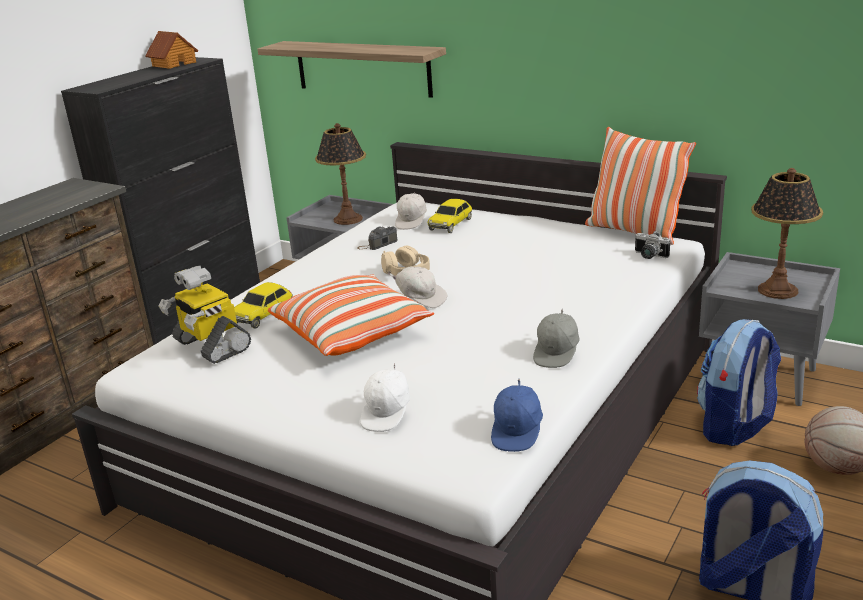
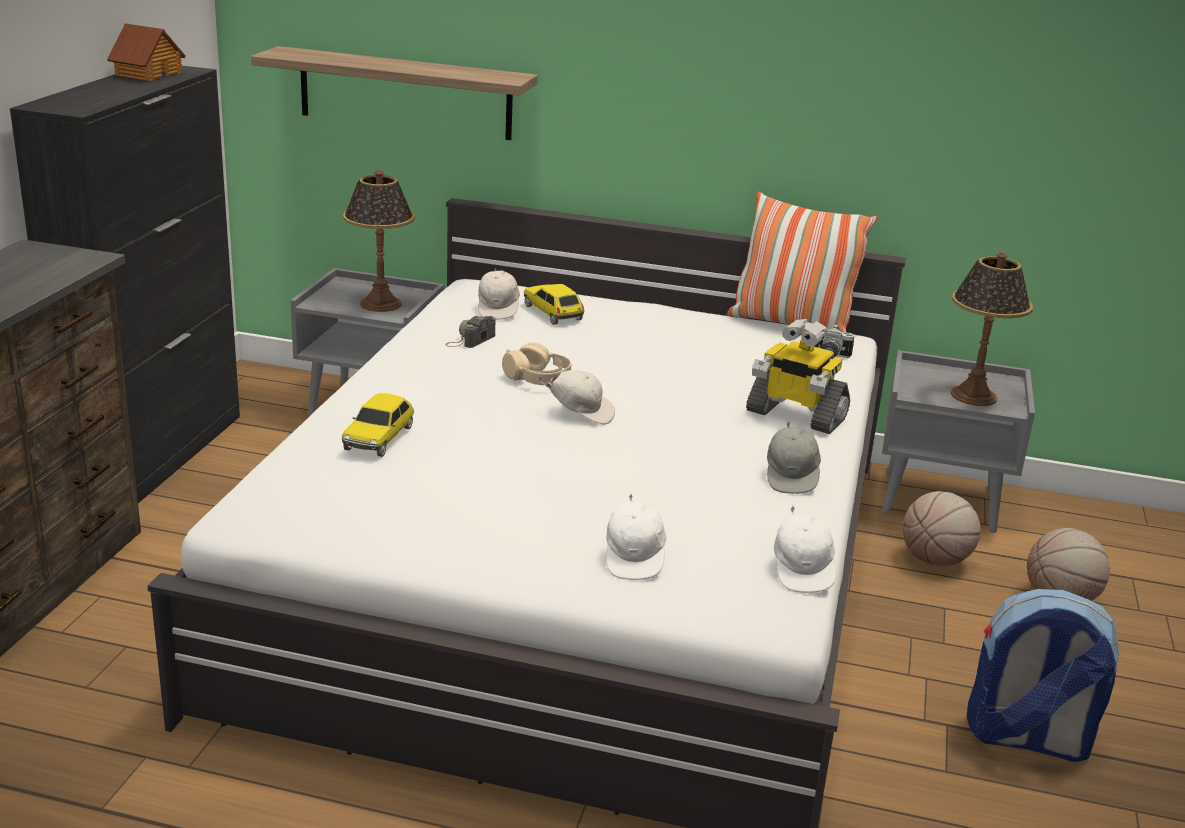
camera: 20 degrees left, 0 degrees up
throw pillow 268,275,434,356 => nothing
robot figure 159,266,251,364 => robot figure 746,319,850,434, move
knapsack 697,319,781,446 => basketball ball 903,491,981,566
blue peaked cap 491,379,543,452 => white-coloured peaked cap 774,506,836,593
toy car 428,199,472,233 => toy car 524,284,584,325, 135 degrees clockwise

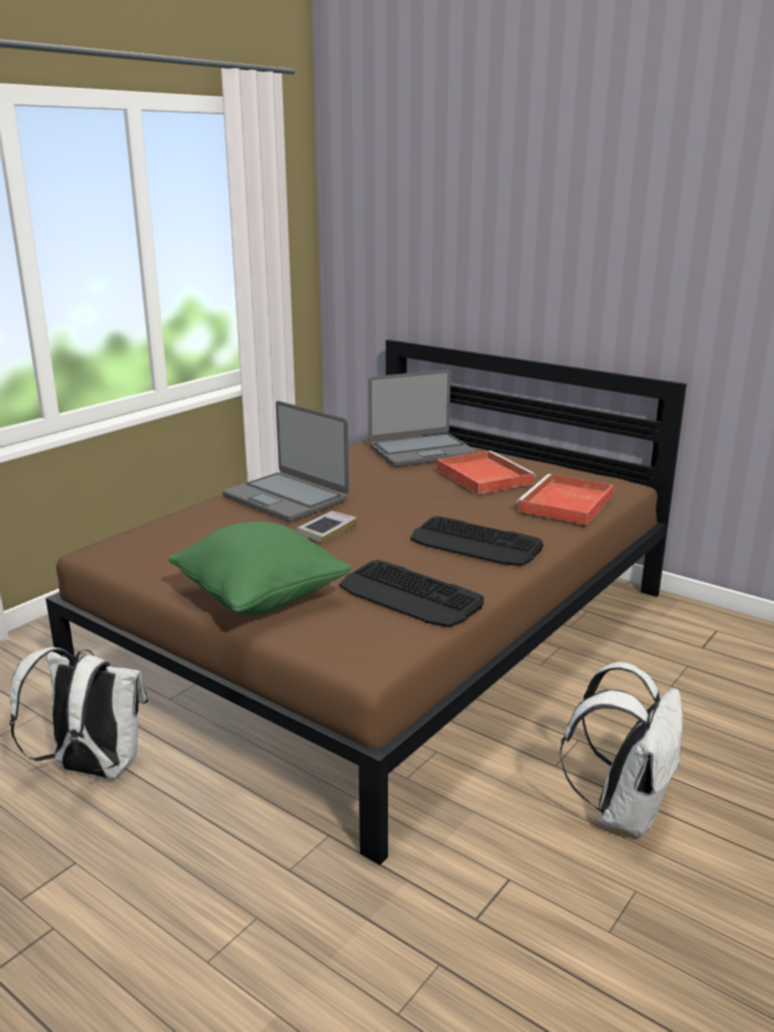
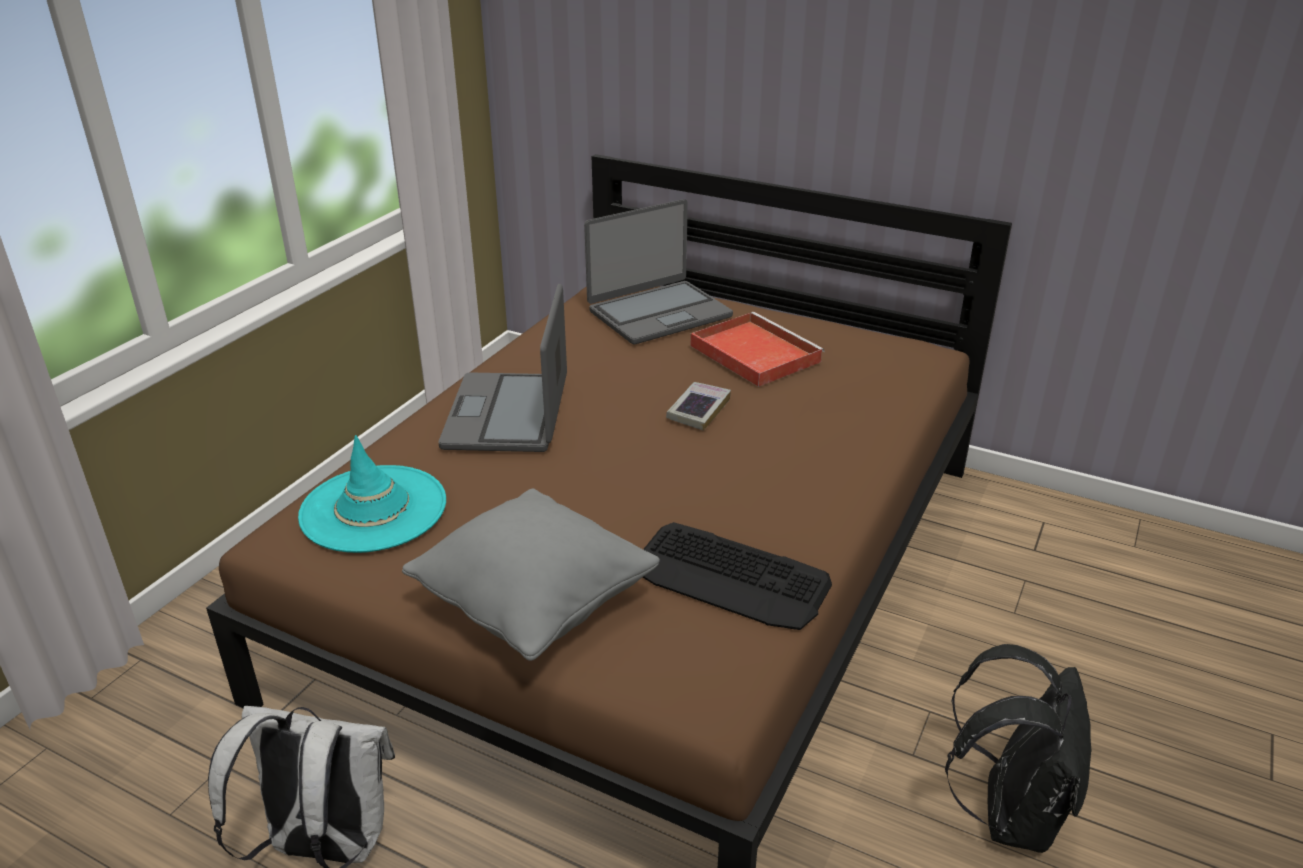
camera: 10 degrees left, 10 degrees up
keyboard 410,516,544,566 => nothing
red-coloured serving tray 516,474,614,525 => nothing
nothing => turquoise clothing hat 298,435,446,553
volume 297,511,357,543 => volume 666,382,731,431, move
green throw pillow 169,521,351,615 => greyish throw pillow 402,488,660,661
white-coloured knapsack 560,662,683,837 => black-coloured knapsack 945,644,1091,853
notebook computer 223,401,349,522 => notebook computer 438,284,567,452, 60 degrees clockwise

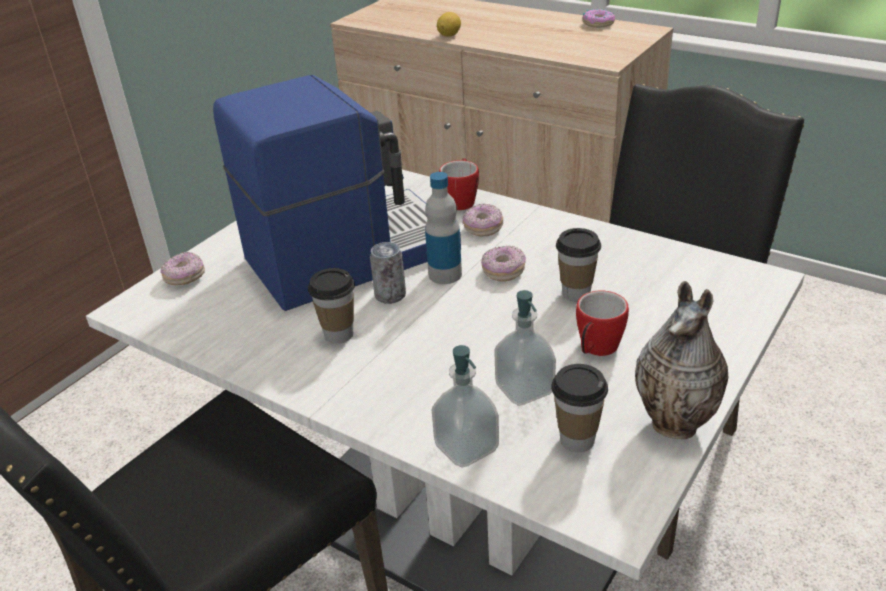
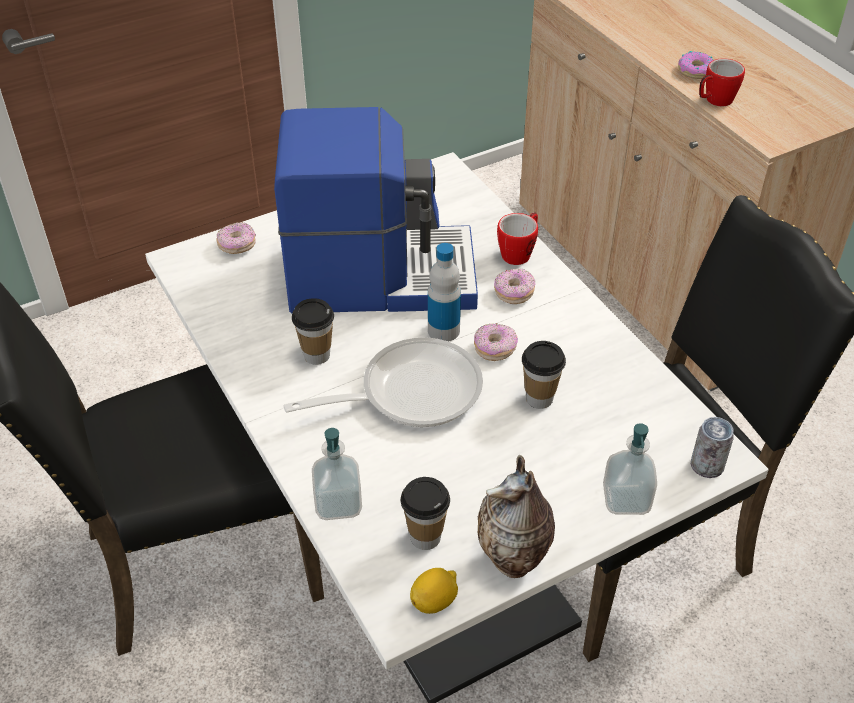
camera: 25 degrees right, 10 degrees up
nothing => pan 283,337,483,427
metal can 370,242,406,304 => metal can 691,417,734,478, move
whole lemon 437,12,461,37 => whole lemon 410,568,458,614, move
soap bottle 494,290,556,406 => soap bottle 603,423,657,515, move
mug 576,291,629,356 => mug 699,58,745,106, move
ring doughnut 582,9,615,28 => ring doughnut 678,51,713,79, move

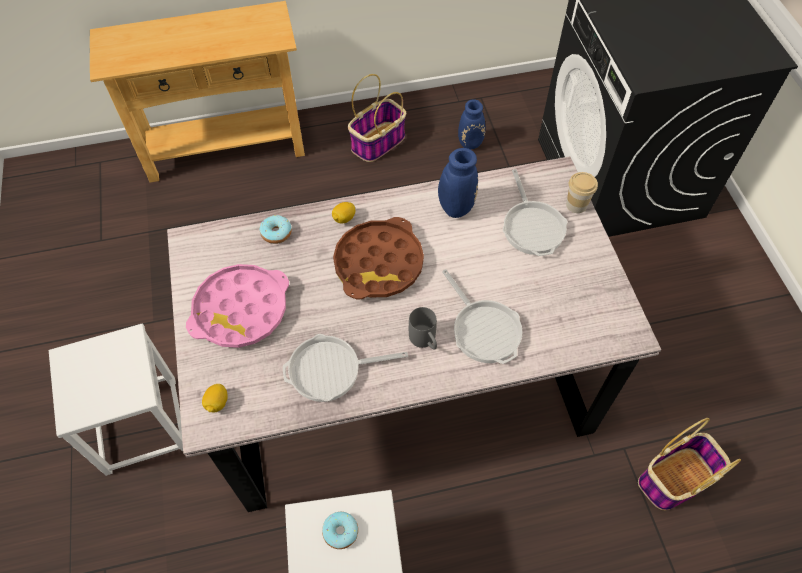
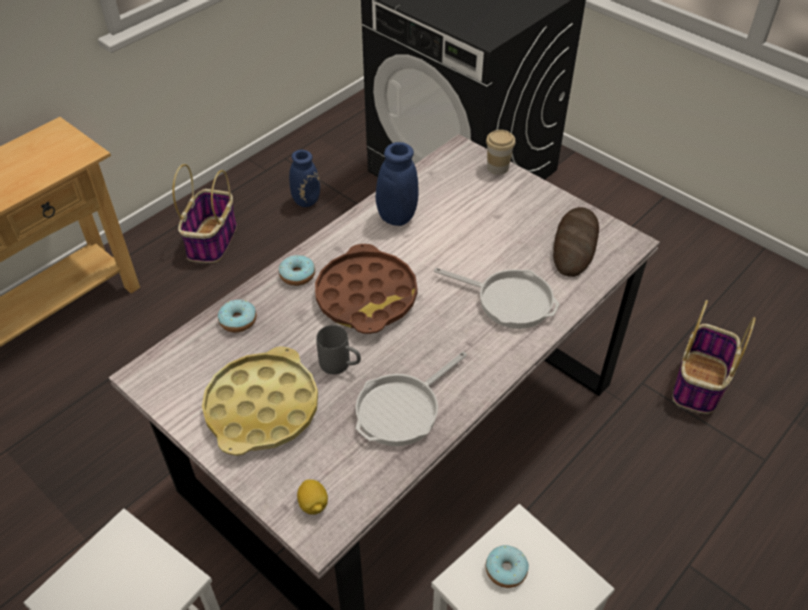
camera: 35 degrees left, 10 degrees down
pan 503,169,568,256 => nothing
nothing => baked bread 553,207,599,277
greyish mug 409,307,437,350 => greyish mug 316,325,361,374, move
whole lemon 332,202,355,223 => ring doughnut 279,255,315,286
pinkish serving tray 186,264,289,348 => yellow serving tray 202,346,318,456

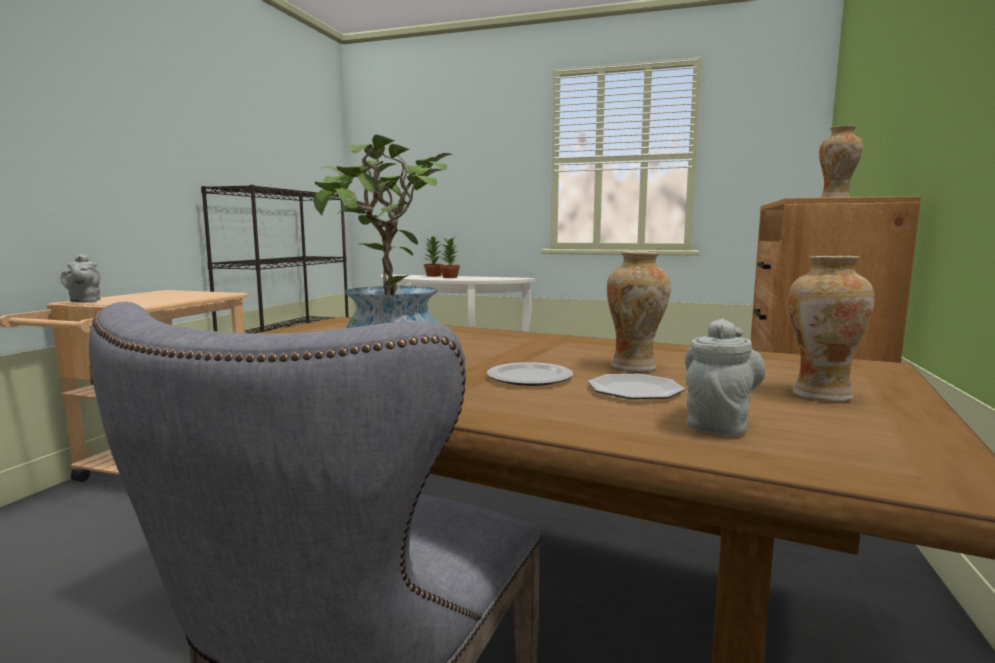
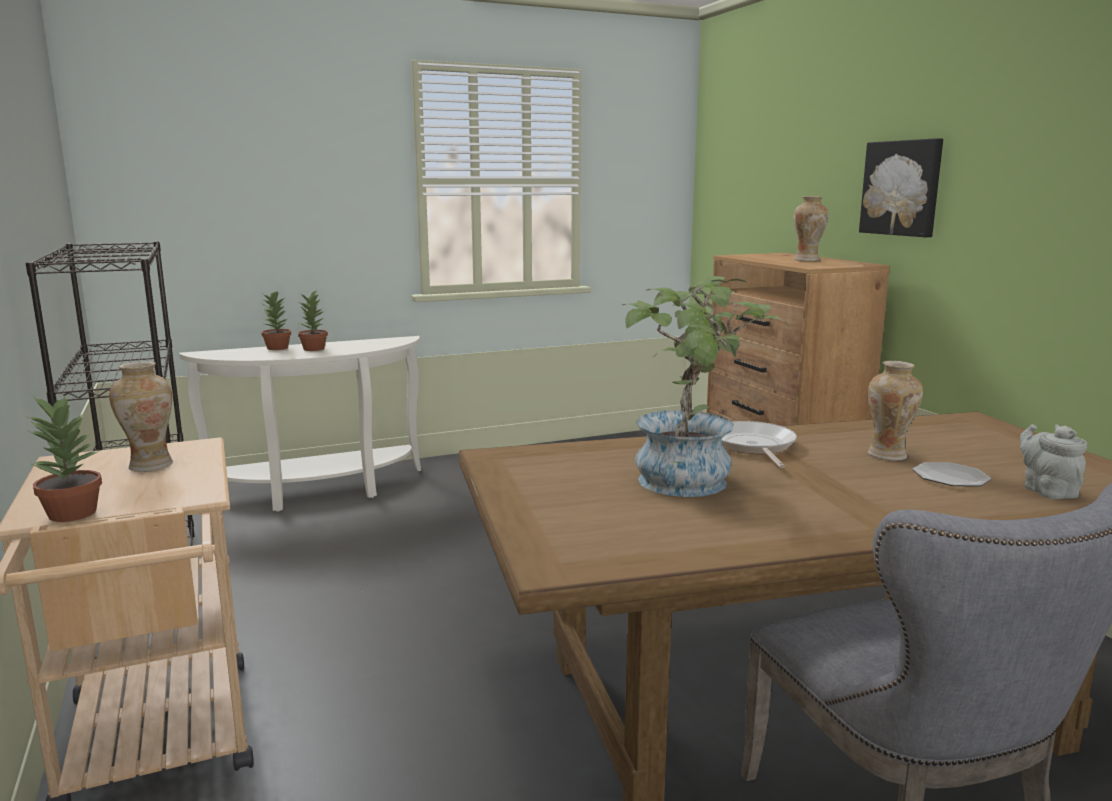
camera: 40 degrees left, 5 degrees up
dinner plate 487,362,573,386 => nothing
nothing => pan 722,421,797,468
nothing => wall art 859,138,943,237
flower vase 788,256,875,402 => flower vase 109,361,173,472, move
greyish pot for tea 60,254,101,303 => plant in a pot 25,396,102,522

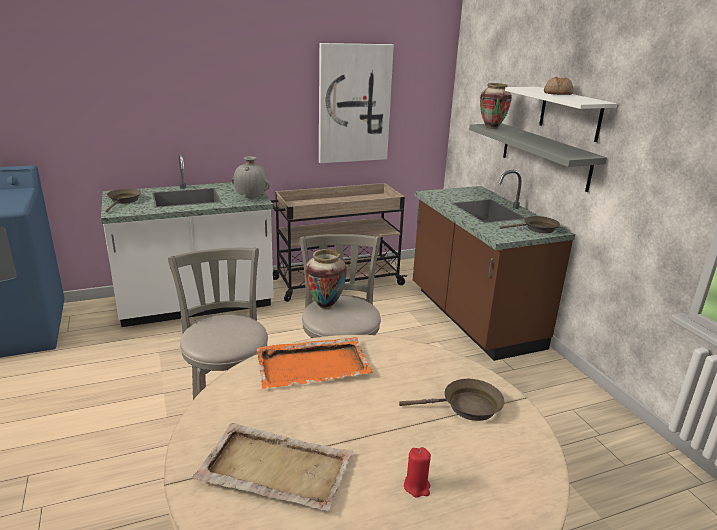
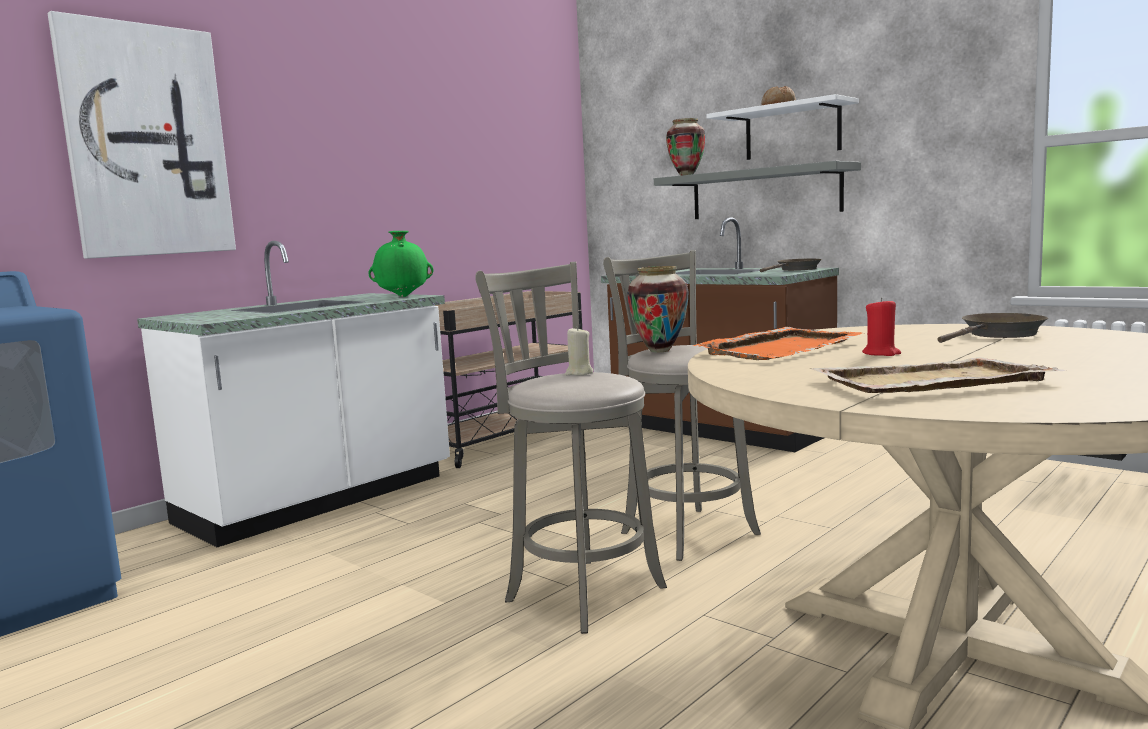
camera: 25 degrees left, 15 degrees down
brownish pan 105,188,142,212 => nothing
nothing => beige wax candle 565,326,594,375
wall art 319,43,394,163 => wall art 47,11,236,259, move
red-coloured wax candle 404,447,431,498 => red-coloured wax candle 862,297,901,356, move
greyish flower vase 232,156,270,199 => green flower vase 369,231,433,297

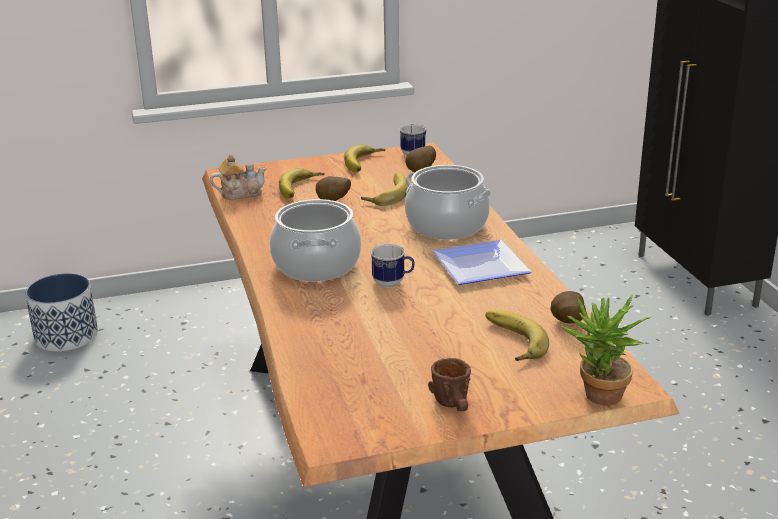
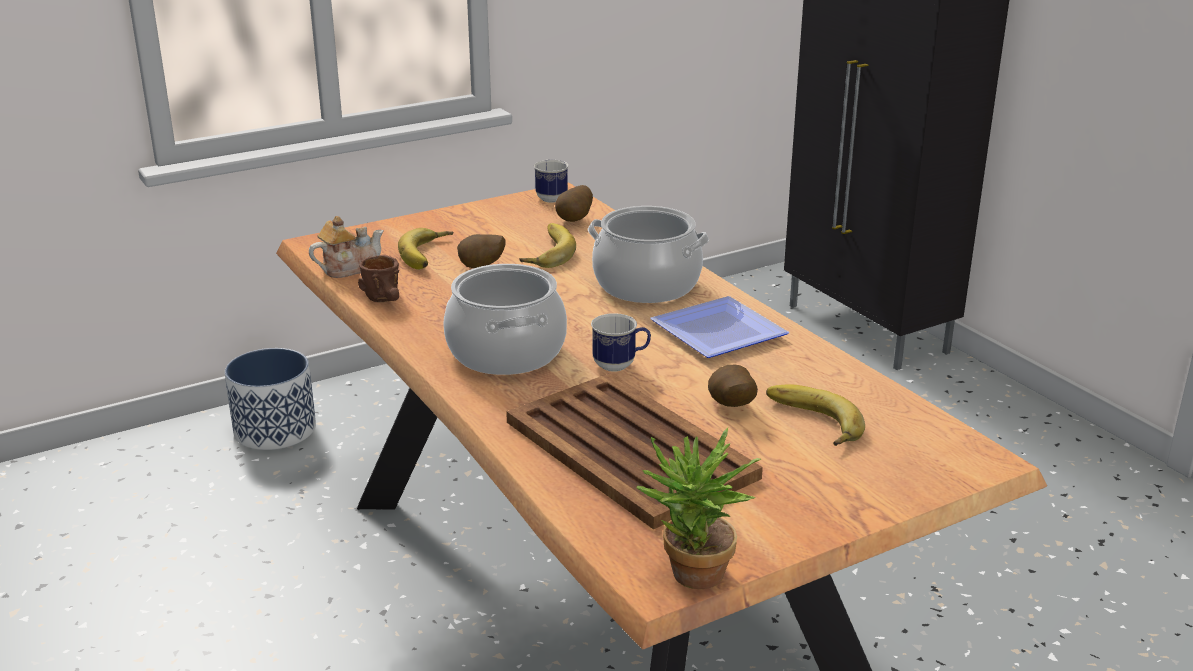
camera: 15 degrees left, 0 degrees up
banana fruit 344,145,385,173 => nothing
nothing => brownish serving tray 506,373,763,529
planter 25,273,98,352 => planter 225,348,316,450, move
brownish mug 428,358,471,411 => brownish mug 358,255,399,302, move
spud 551,291,586,324 => spud 708,365,758,407, move
plant in a pot 562,294,651,406 => plant in a pot 637,428,761,589, move

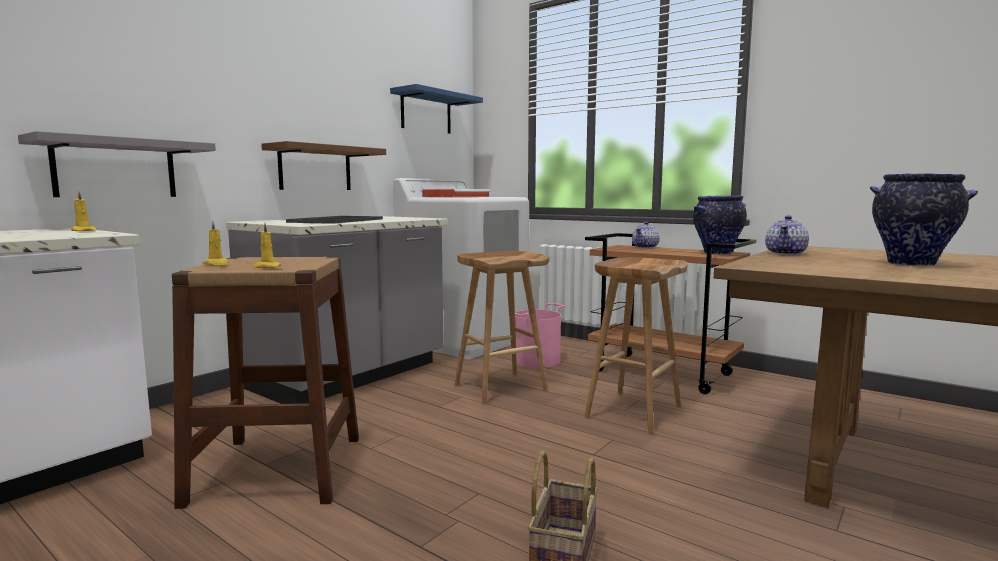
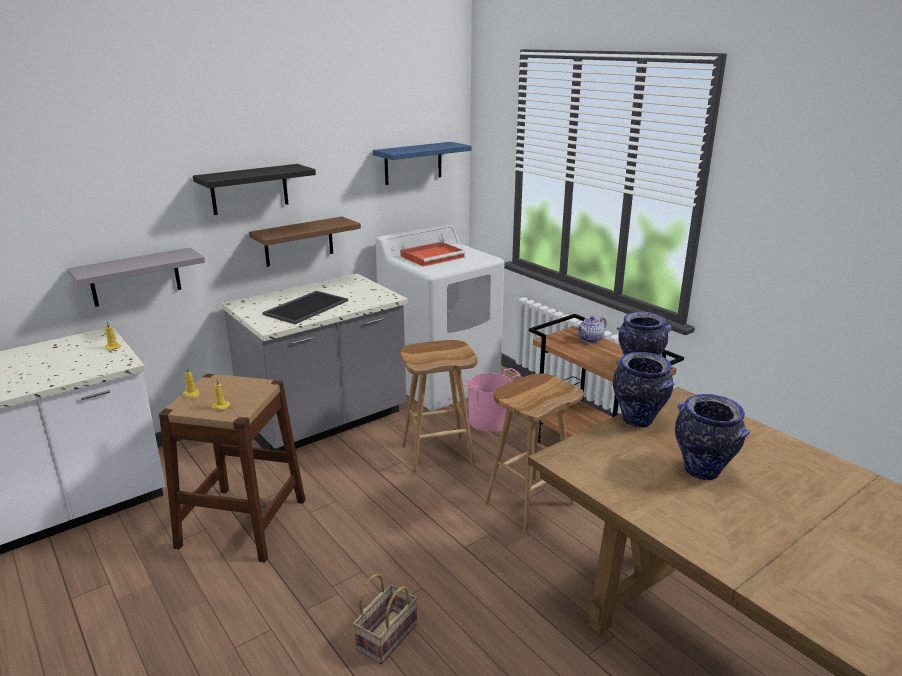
camera: 15 degrees right, 15 degrees up
nothing => black-coloured wall shelf 193,164,316,215
pot for tea 765,215,809,255 => flower vase 613,352,674,428

